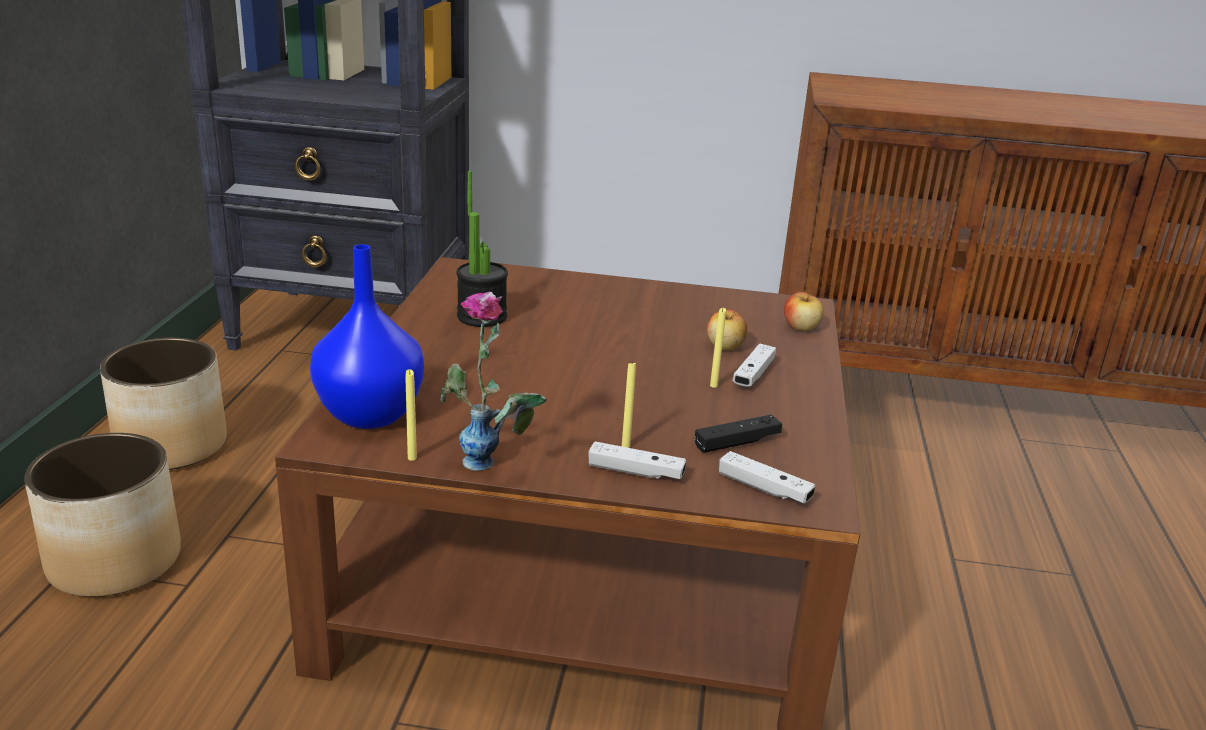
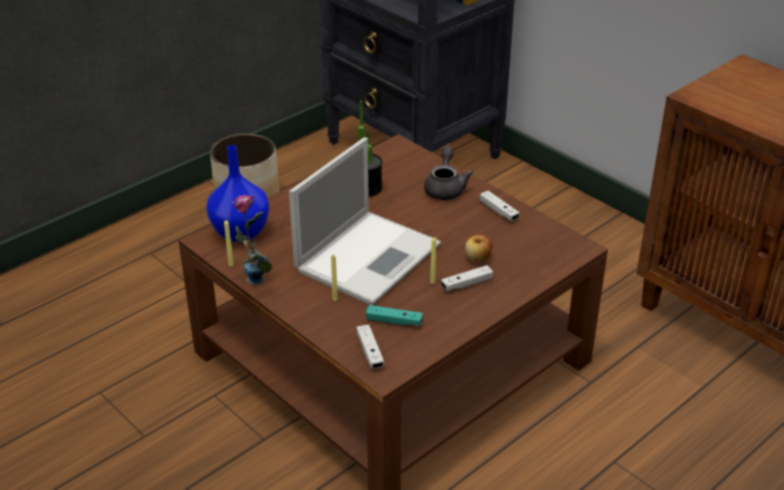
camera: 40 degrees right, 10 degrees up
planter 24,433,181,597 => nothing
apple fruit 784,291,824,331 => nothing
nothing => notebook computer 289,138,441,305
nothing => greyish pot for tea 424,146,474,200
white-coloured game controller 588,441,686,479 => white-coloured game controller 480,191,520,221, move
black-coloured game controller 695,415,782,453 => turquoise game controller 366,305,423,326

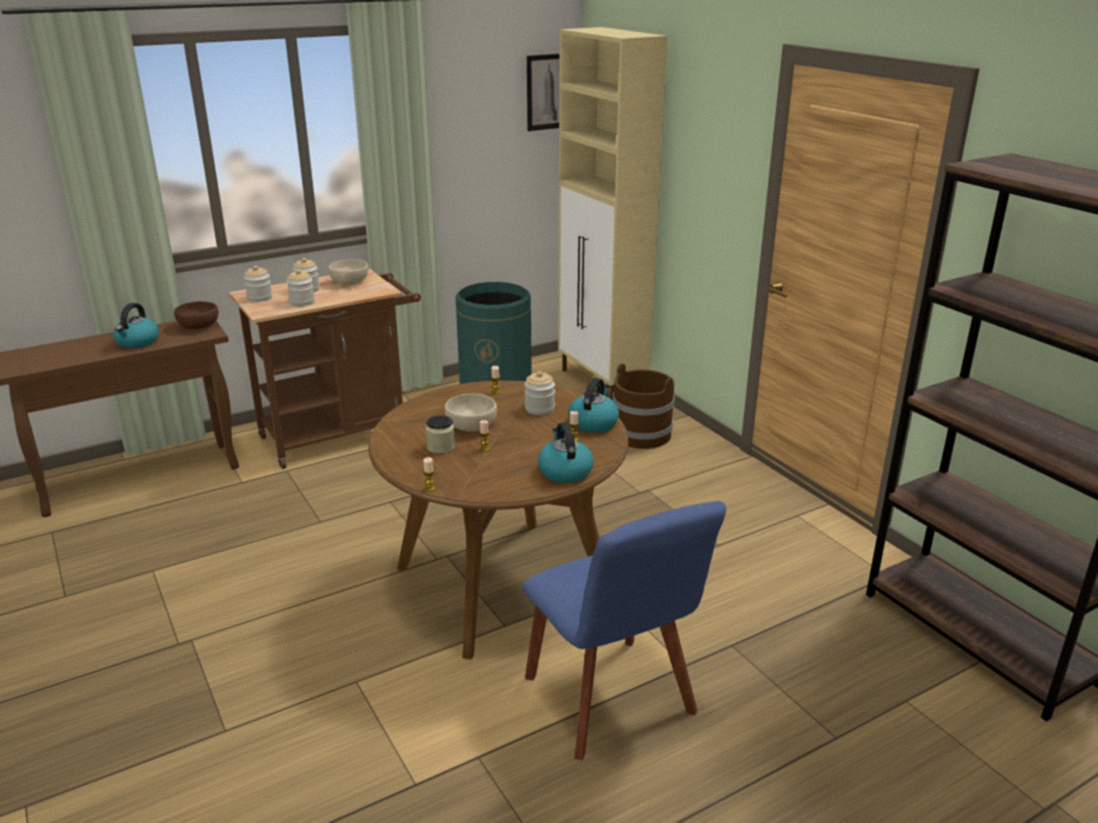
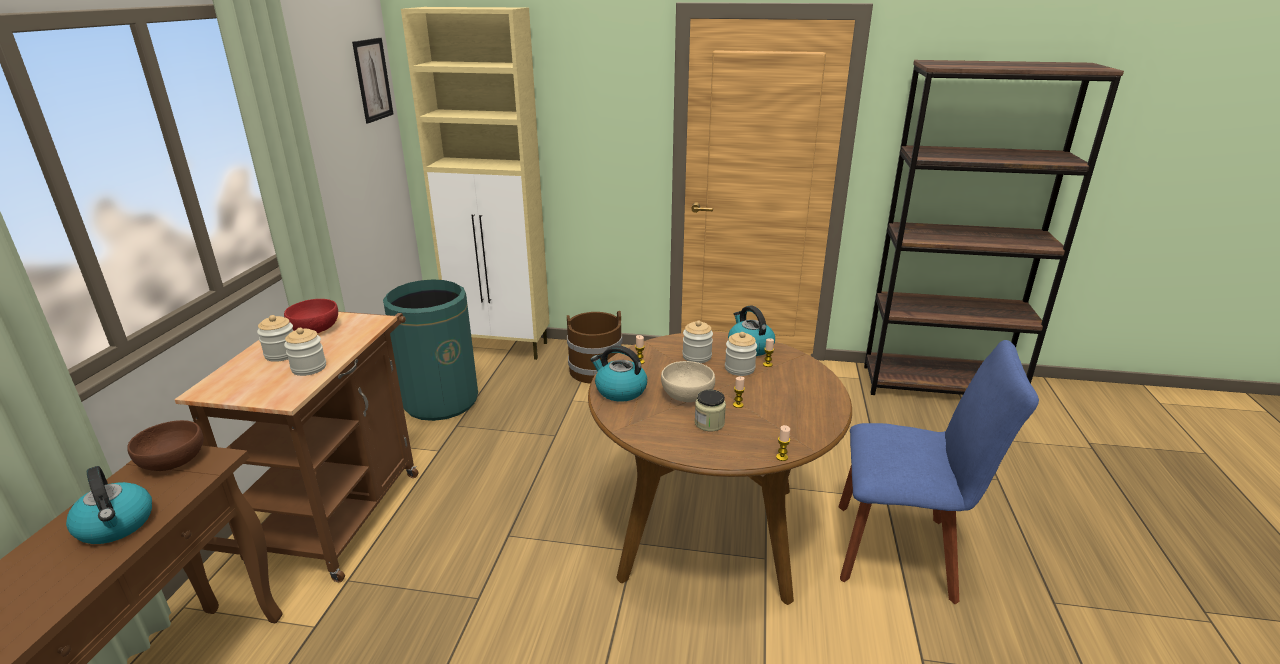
camera: 50 degrees left, 0 degrees up
preserve jar 244,265,272,302 => preserve jar 725,332,757,376, move
water kettle 538,422,594,483 => water kettle 590,345,647,402, move
beige bowl 328,259,369,285 => red-coloured bowl 284,299,338,333

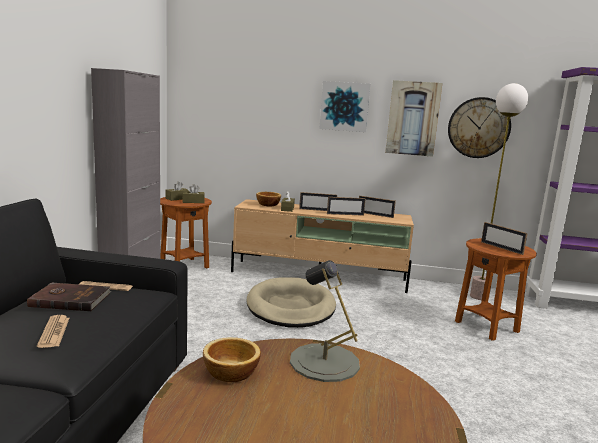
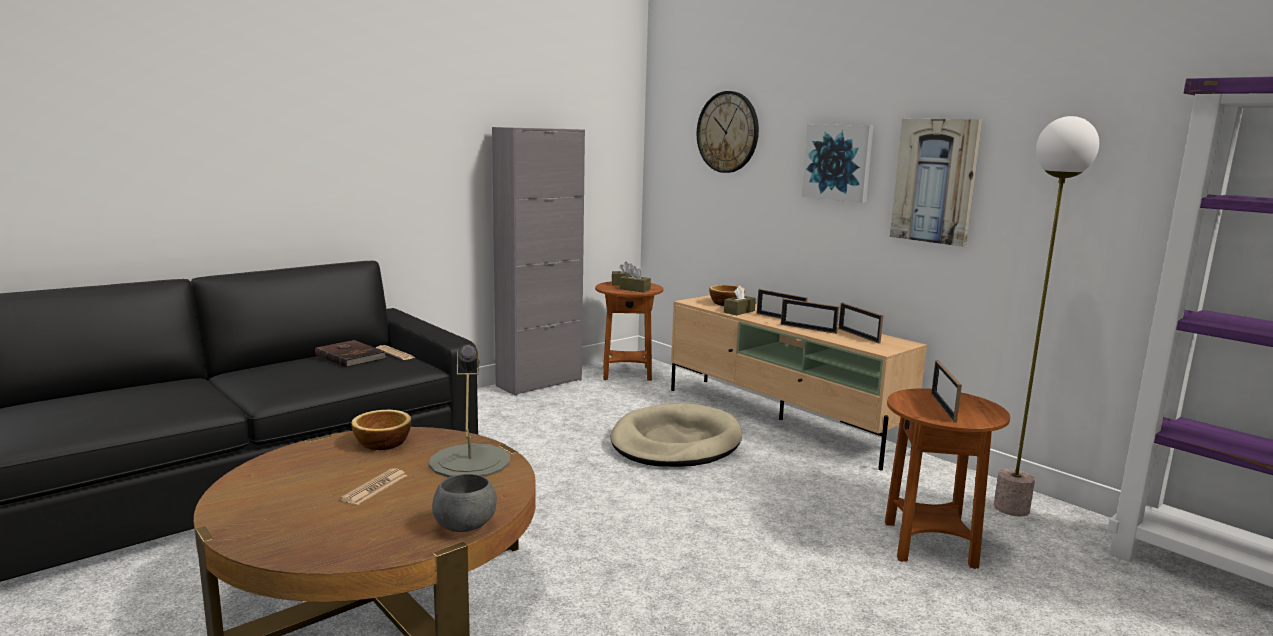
camera: 40 degrees right, 0 degrees up
nothing => greyish bowl 432,474,497,532
daily paper 37,315,69,348 => daily paper 340,468,407,505, move
wall clock 448,97,511,158 => wall clock 697,91,759,173, move

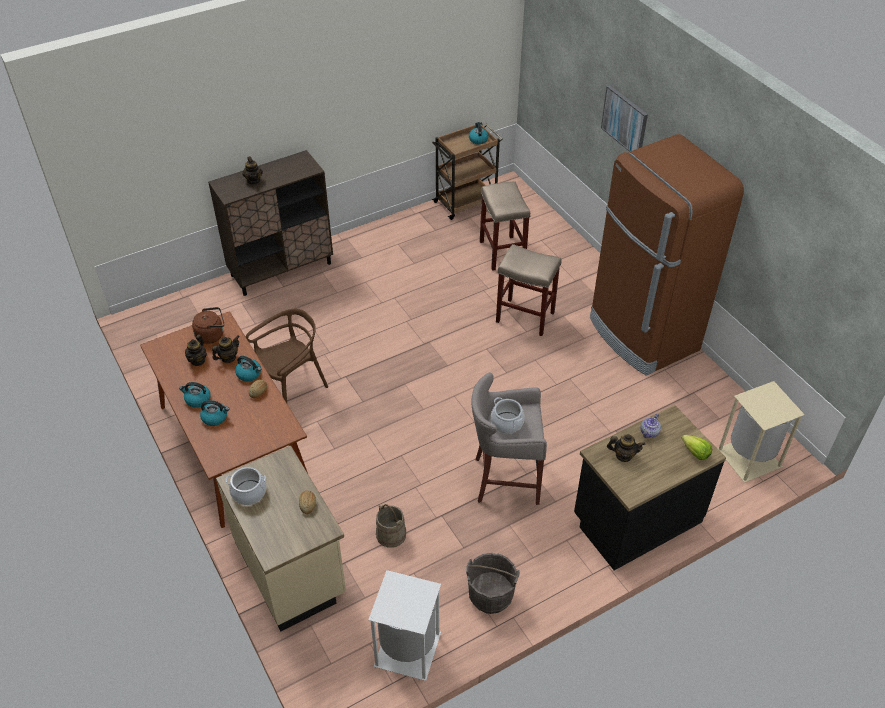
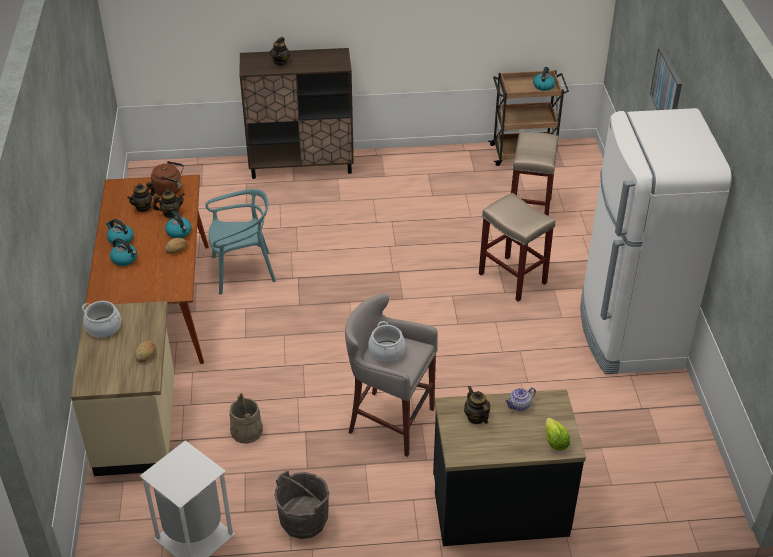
camera: 25 degrees right, 5 degrees down
beige rubbish bin 717,381,805,483 => nothing
brownish upright chair 245,309,328,403 => turquoise upright chair 205,189,276,295
brownish refrigerator 590,134,744,376 => white-coloured refrigerator 580,108,731,374
pot for tea 607,434,645,462 => pot for tea 464,386,490,424, 150 degrees counterclockwise

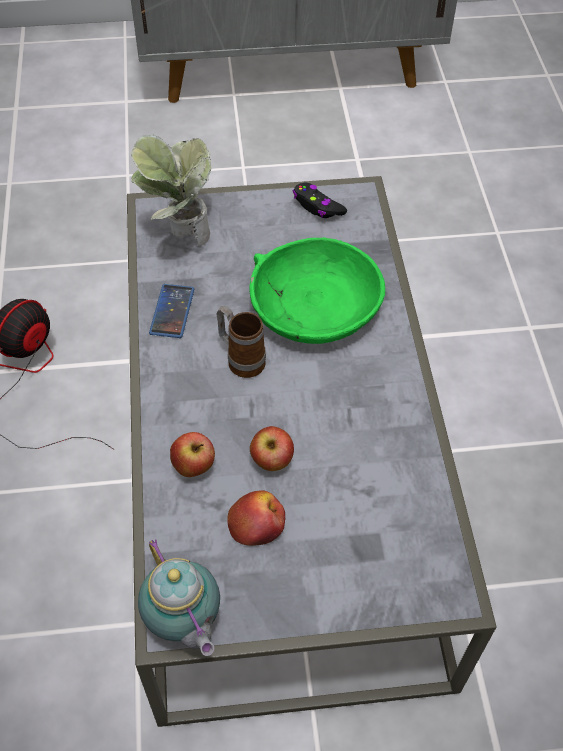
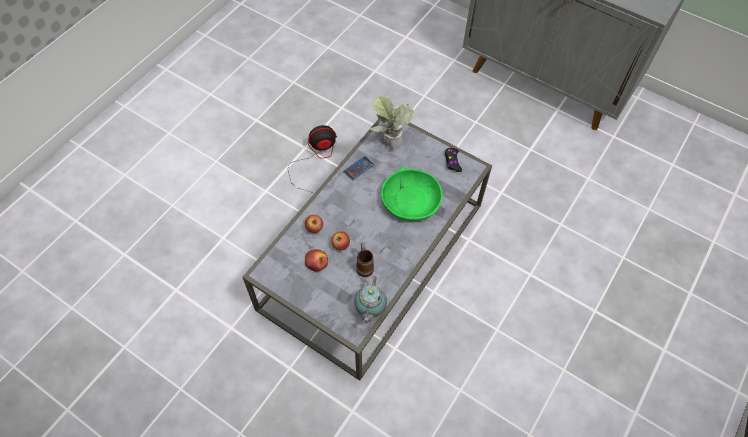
camera: 40 degrees right, 5 degrees up
pot for tea 138,539,220,656 => pot for tea 354,276,387,325, move
mug 216,306,266,378 => mug 356,242,374,277, move

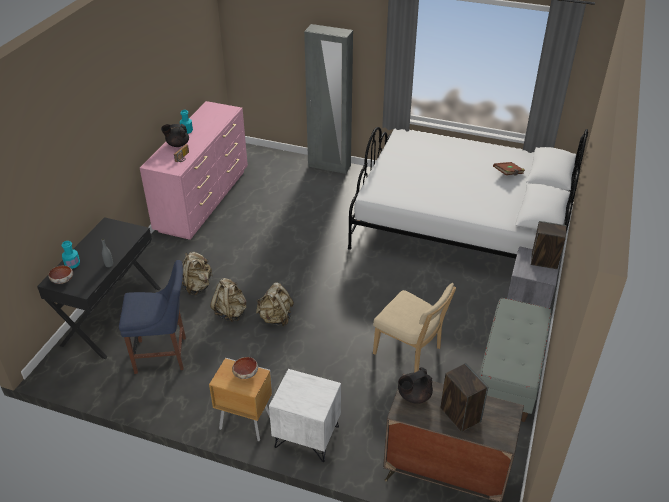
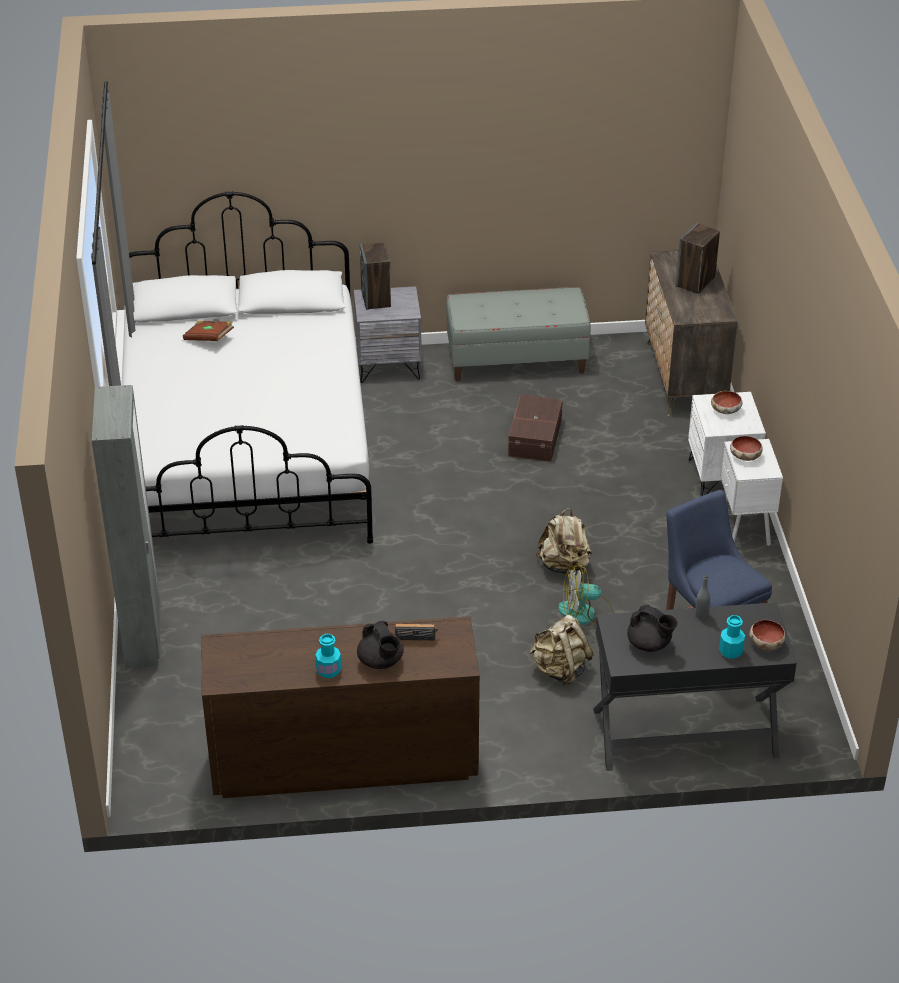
camera: 115 degrees left, 0 degrees up
nothing => bowl 711,391,742,414
black-coloured pot for tea 398,367,433,404 => black-coloured pot for tea 627,605,677,652, move
beige knapsack 211,278,246,322 => cooling fan 558,564,614,625
beige upright chair 373,283,456,373 => brownish storage box 508,395,563,462
pinkish dresser 140,101,248,240 => brownish dresser 201,616,480,798
brownish bedside table 209,358,272,441 => white-coloured bedside table 720,439,783,546

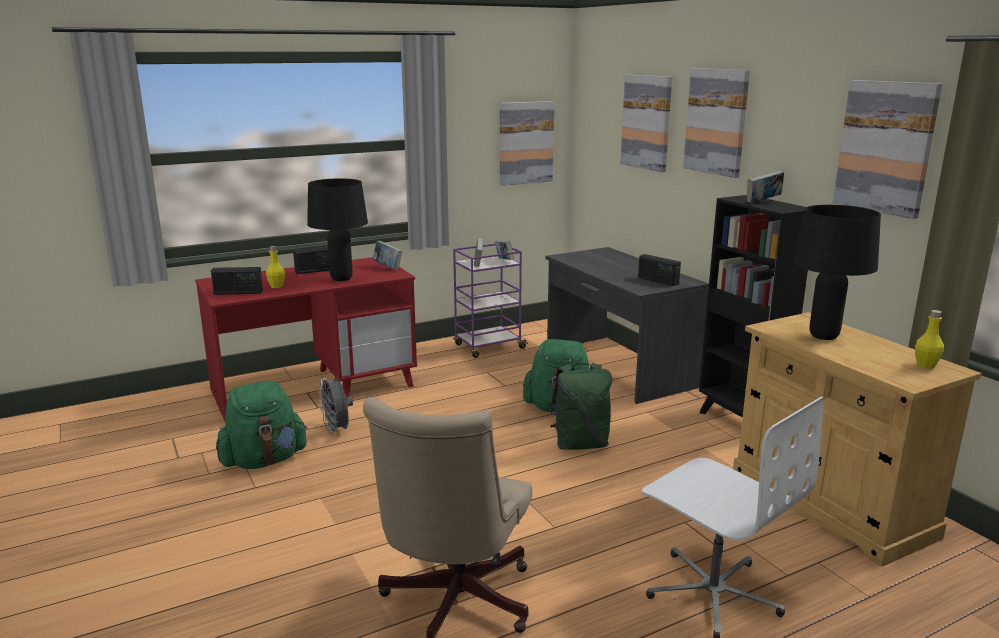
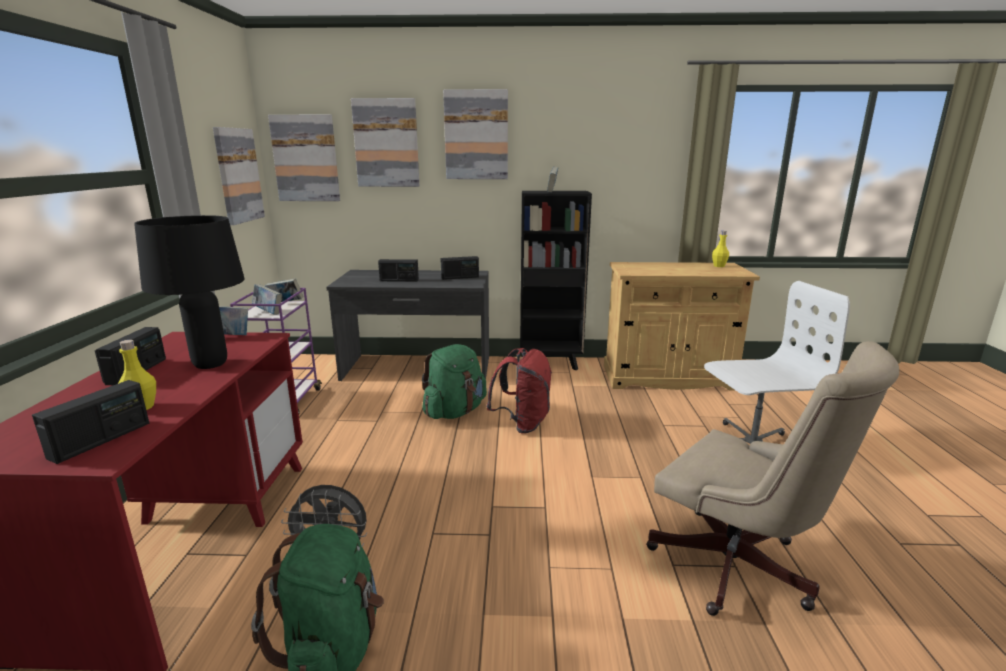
camera: 60 degrees left, 0 degrees up
black-coloured table lamp 793,205,881,340 => nothing
nothing => radio set 378,259,419,282
wall art 833,80,942,219 => wall art 268,115,340,201, move
green knapsack 549,363,612,450 => red-coloured knapsack 486,348,552,434

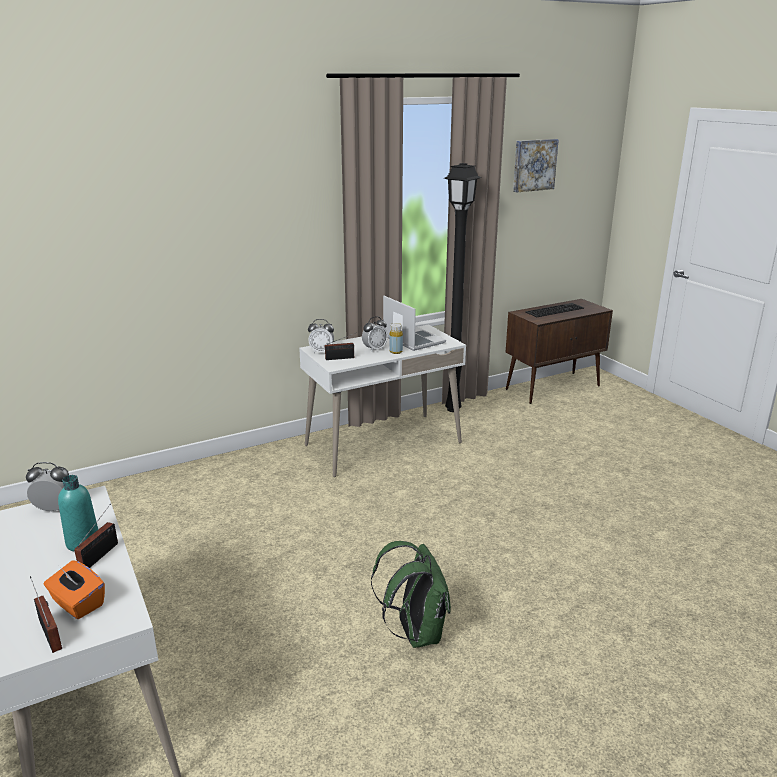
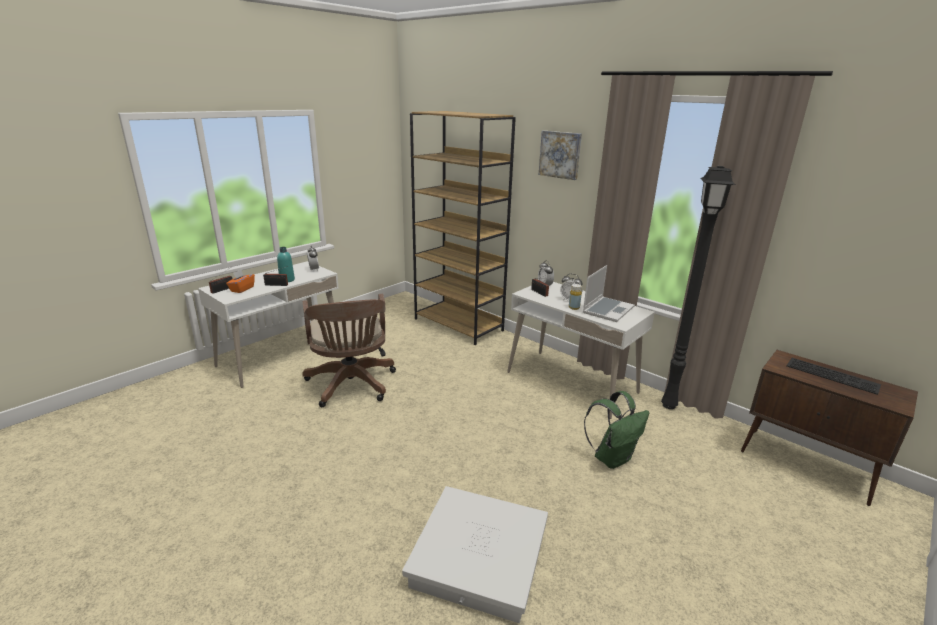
camera: 70 degrees right, 0 degrees up
nothing => brownish office chair 302,294,396,407
nothing => white-coloured storage box 402,486,548,623
nothing => brownish bookcase 410,111,516,345
green knapsack 371,541,451,648 => green knapsack 584,391,649,469, move
wall art 513,139,559,192 => wall art 539,131,582,180, move

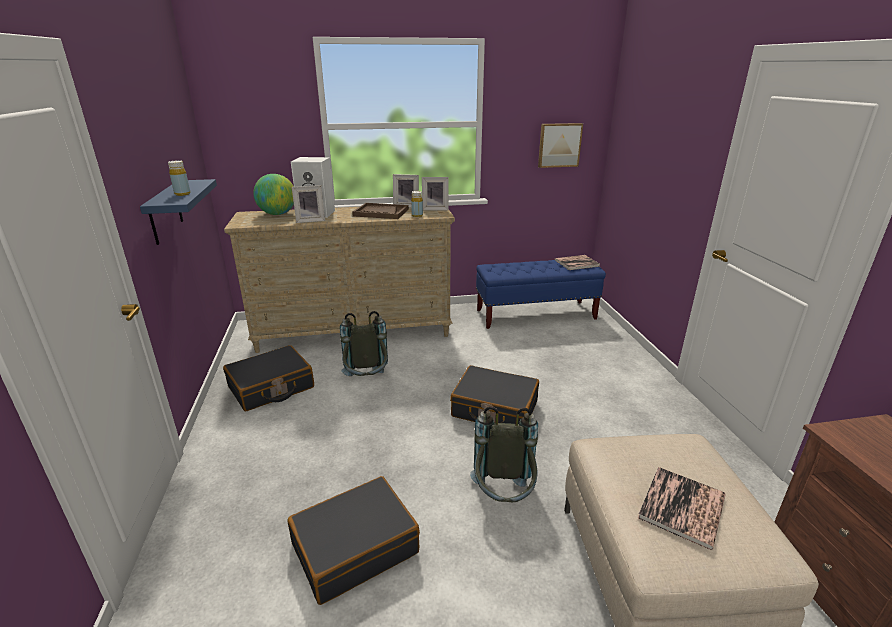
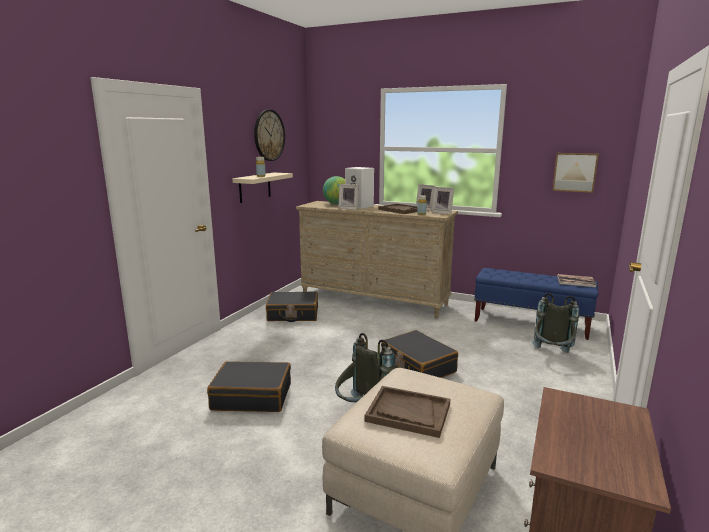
camera: 35 degrees right, 10 degrees down
nothing => wall clock 254,110,285,161
greyish knapsack 340,311,388,376 => greyish knapsack 531,293,580,353, move
volume 638,467,726,550 => brownish serving tray 364,386,450,438
blue wall shelf 140,179,217,245 => beige wall shelf 232,173,293,203

